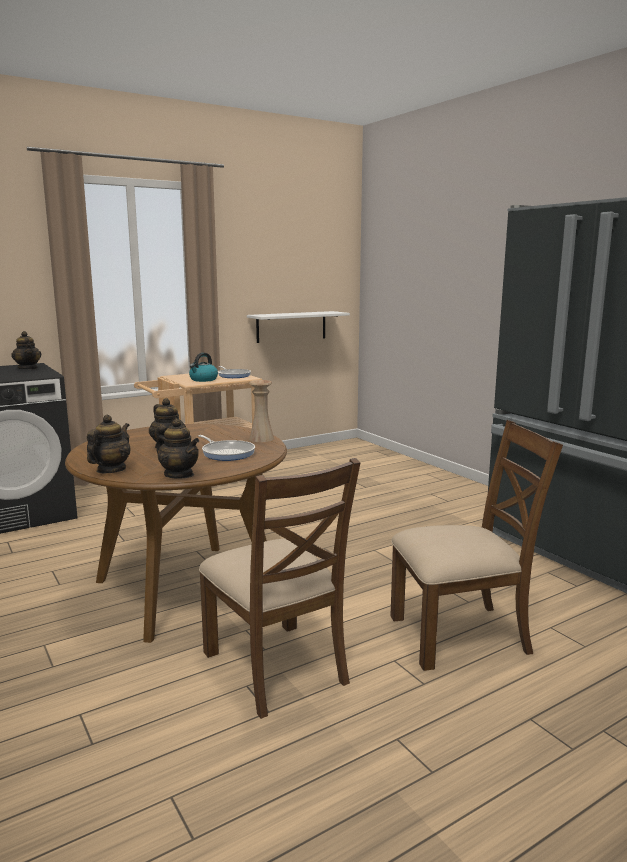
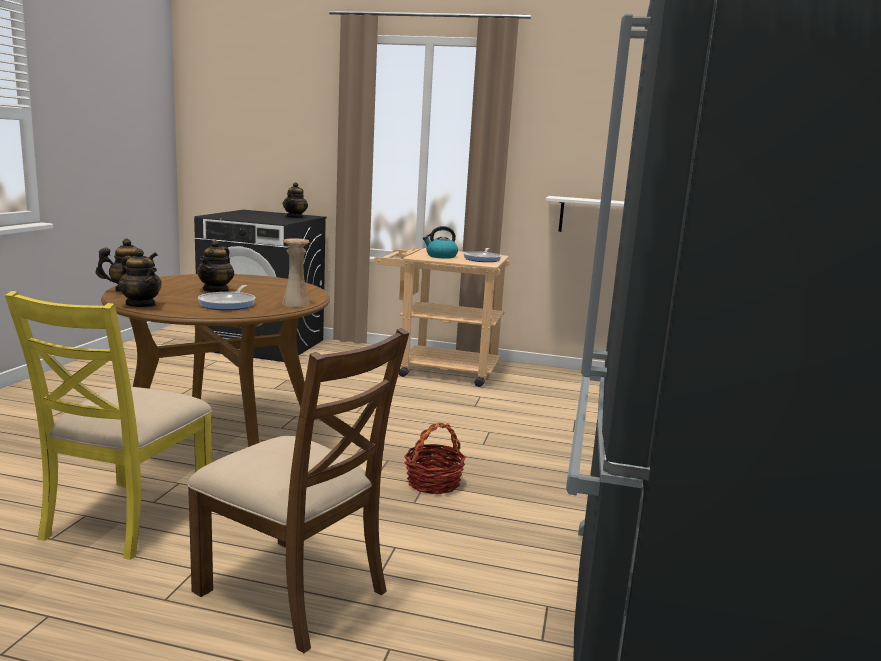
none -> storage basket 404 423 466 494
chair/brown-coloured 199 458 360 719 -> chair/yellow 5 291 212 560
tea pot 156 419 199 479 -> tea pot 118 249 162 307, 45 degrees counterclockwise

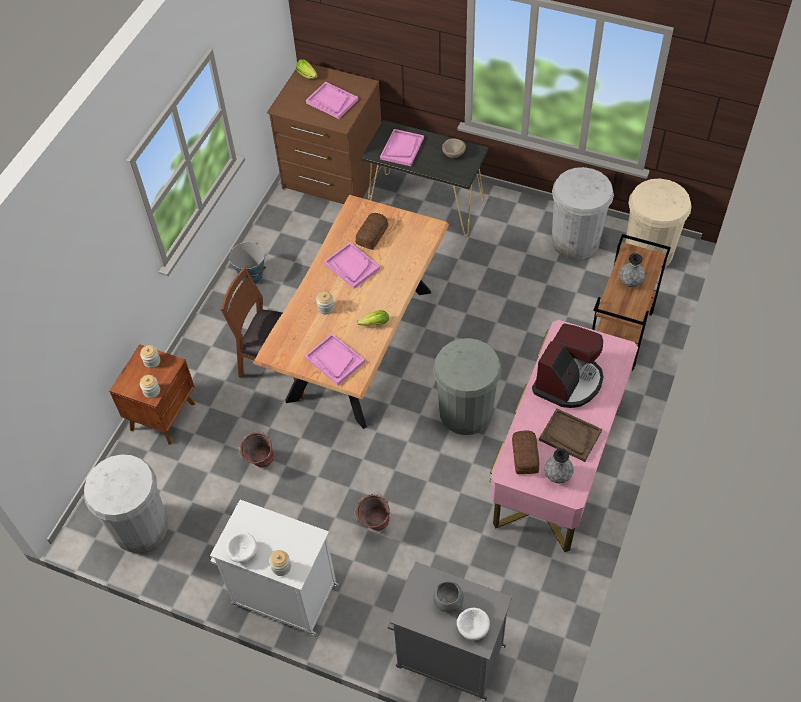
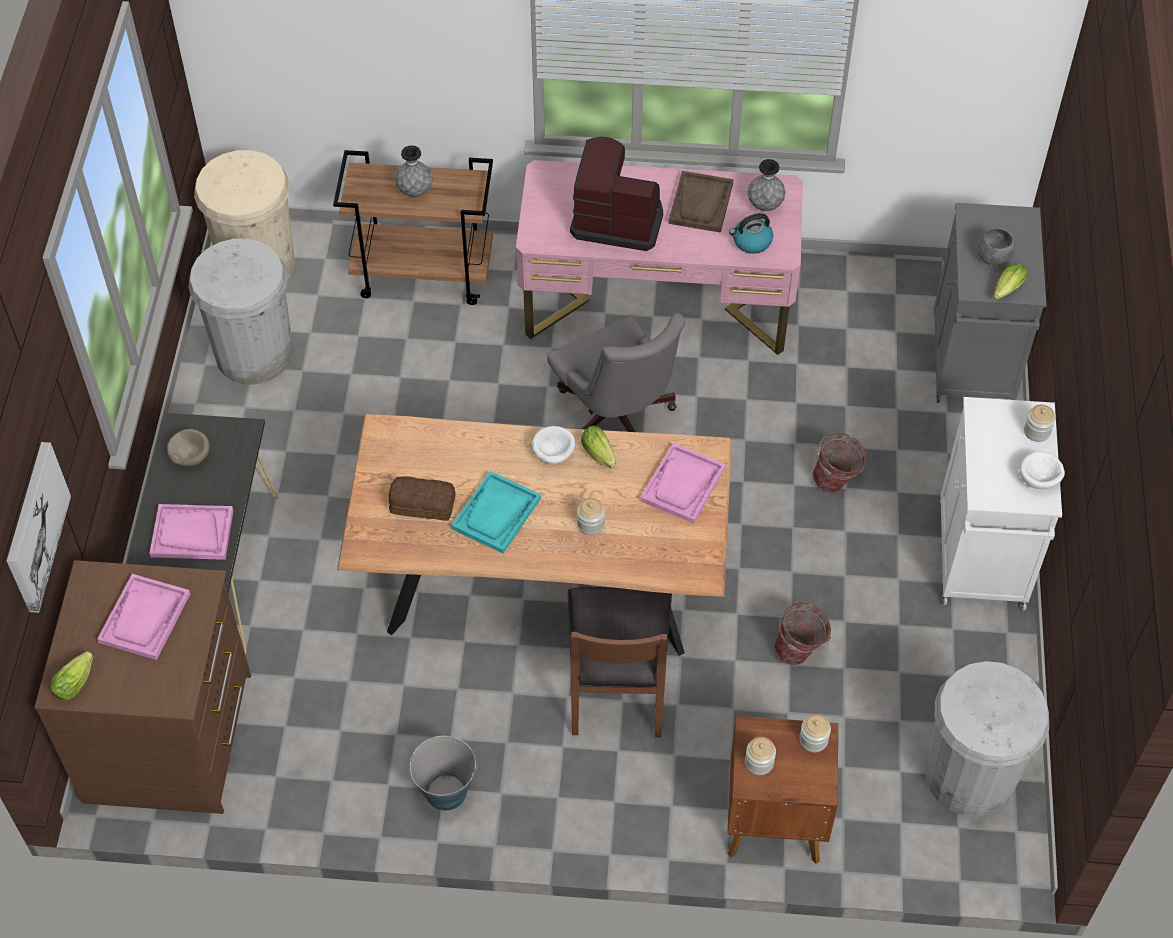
none -> wall art 7 442 71 613
none -> lettuce 993 263 1027 300
bowl/white 457 608 490 640 -> bowl/white 532 426 575 464, shifted
trash can/gray 433 338 502 435 -> desk chair/gray 547 313 685 432
bread 512 430 539 474 -> kettle 729 213 773 254
tray/pinkish 324 242 380 289 -> tray/turquoise 451 471 541 553

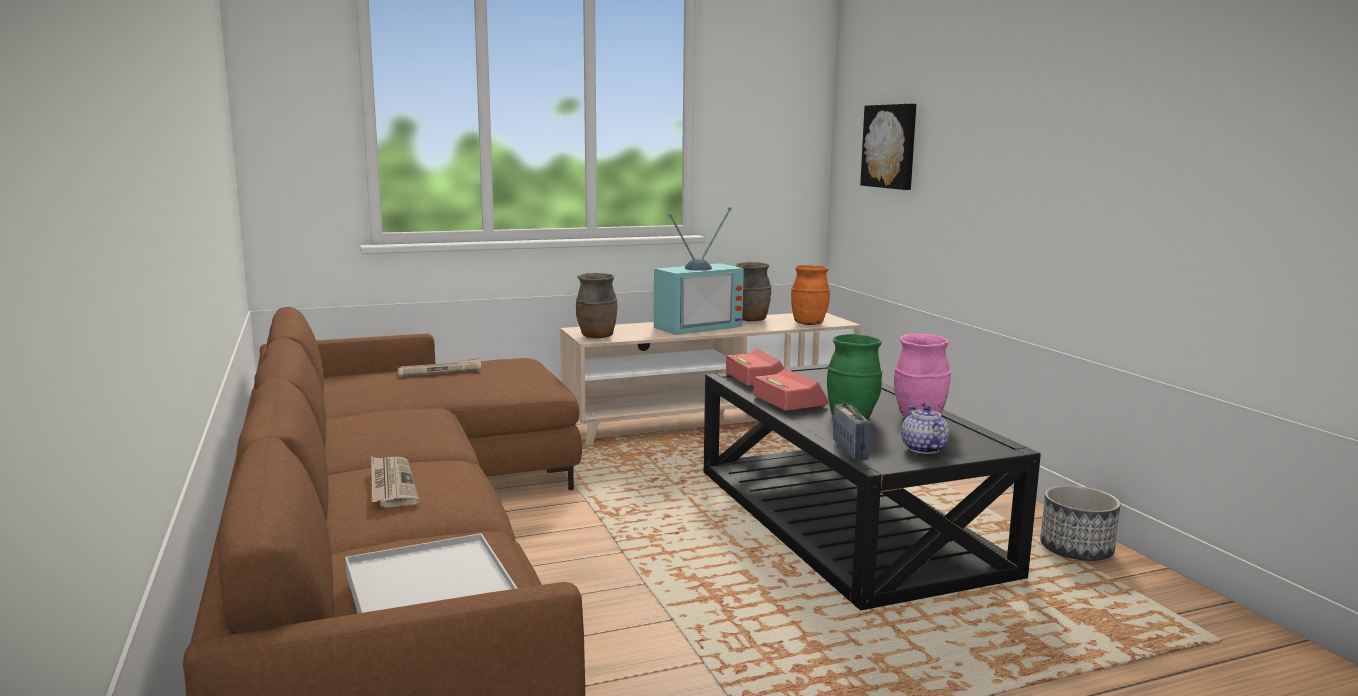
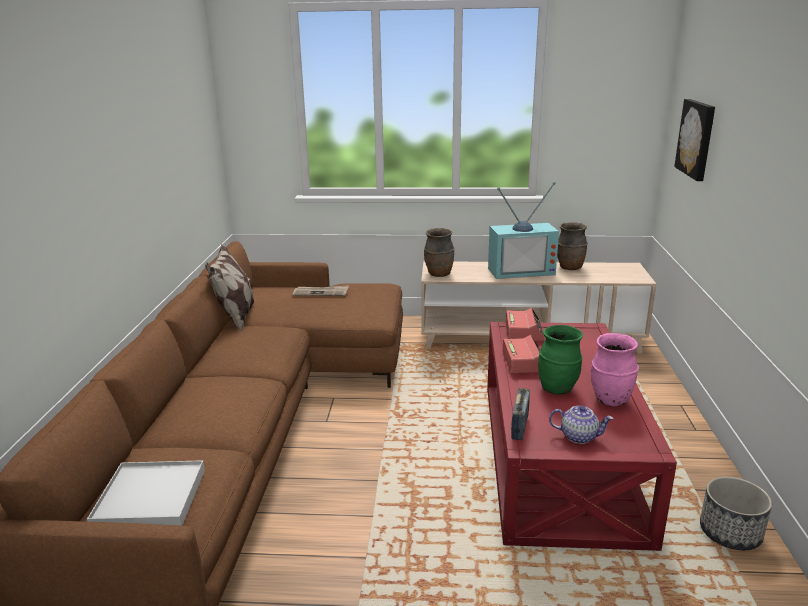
newspaper 371 456 419 507 -> none
flower vase/orangey 791 265 830 325 -> none
none -> cushion 205 244 254 332
low table/black 704 364 1041 610 -> low table/reddish 487 322 677 551
tea pot 901 405 949 454 -> tea pot 549 406 613 444, 90 degrees clockwise

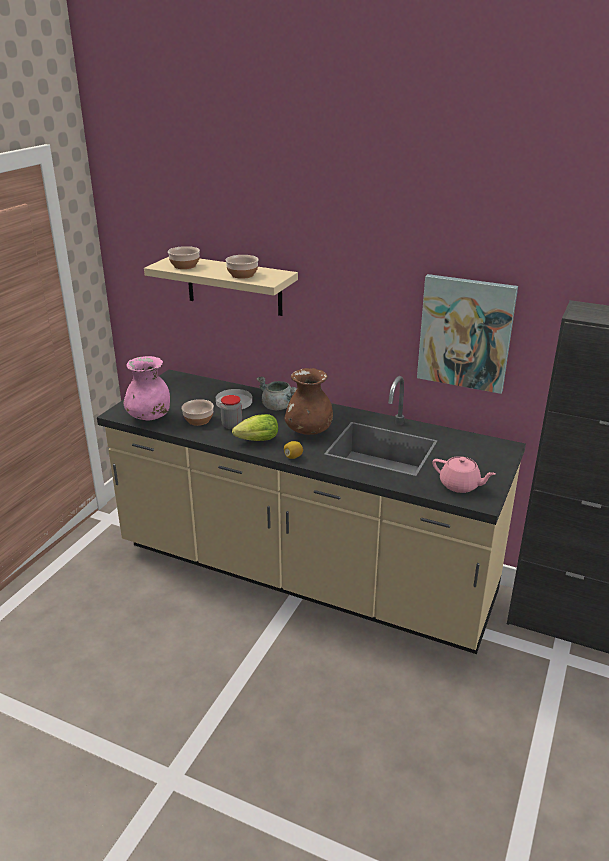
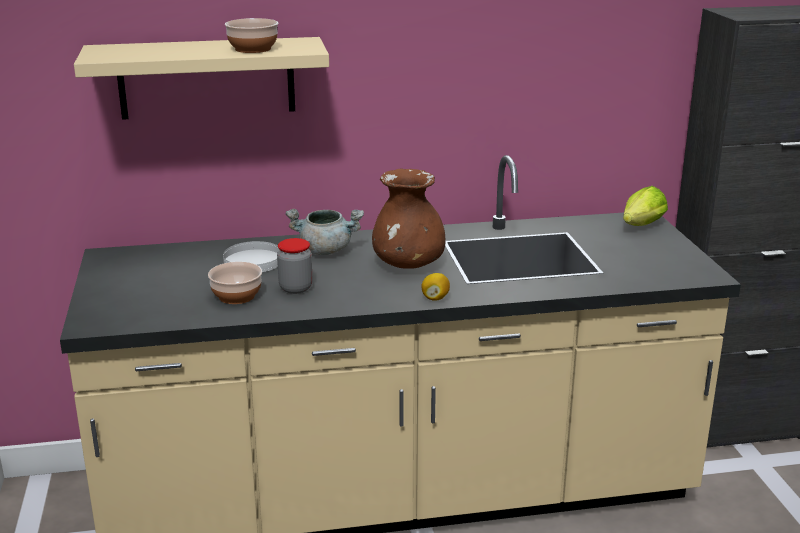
flower vase/pinkish 123 356 170 420 -> none
bowl 168 246 200 269 -> none
wall art 417 274 518 394 -> none
tea pot/pinkish 432 456 496 493 -> none
lettuce 232 414 278 441 -> lettuce 623 186 668 226, shifted

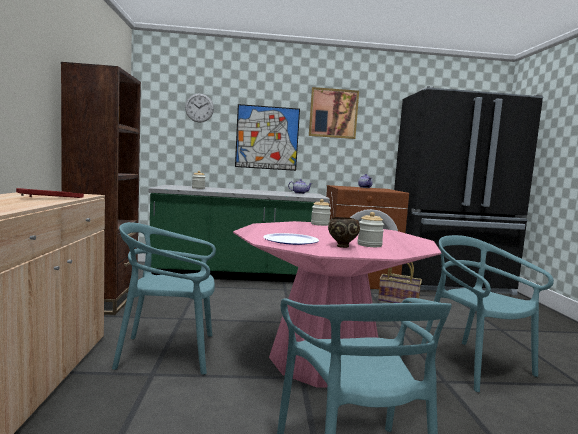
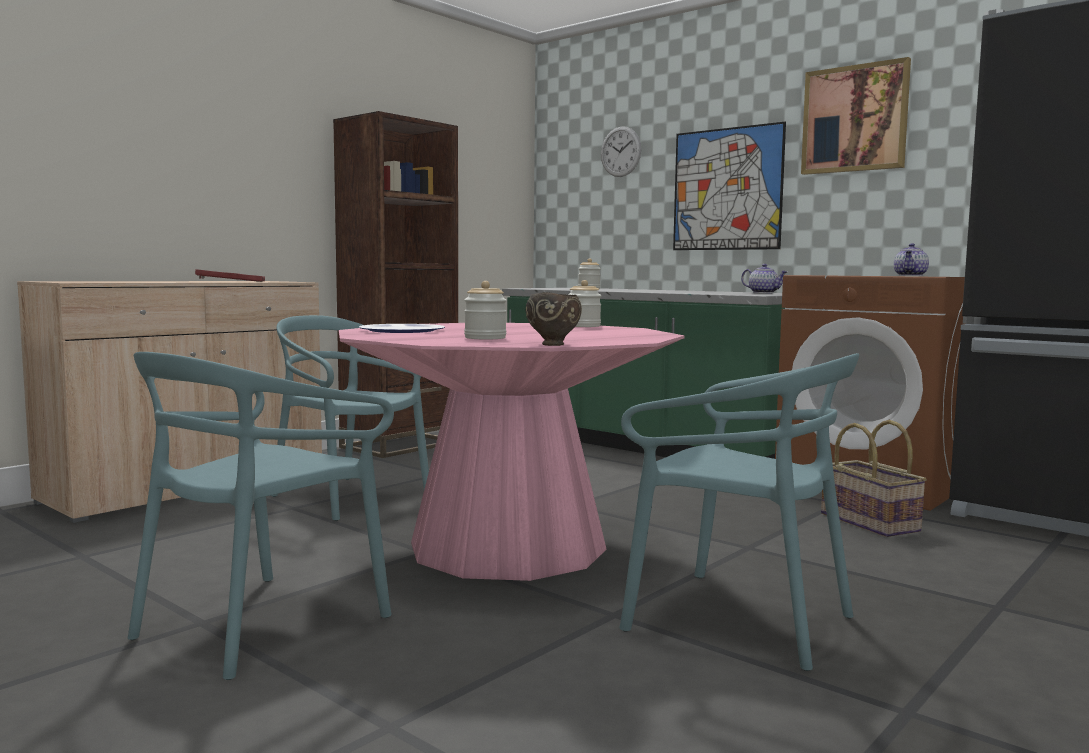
bowl/brown-coloured 328 217 360 248 -> bowl/brown-coloured 526 292 582 346, shifted
chair/turquoise 421 235 554 392 -> chair/turquoise 619 353 859 671, 105 degrees clockwise

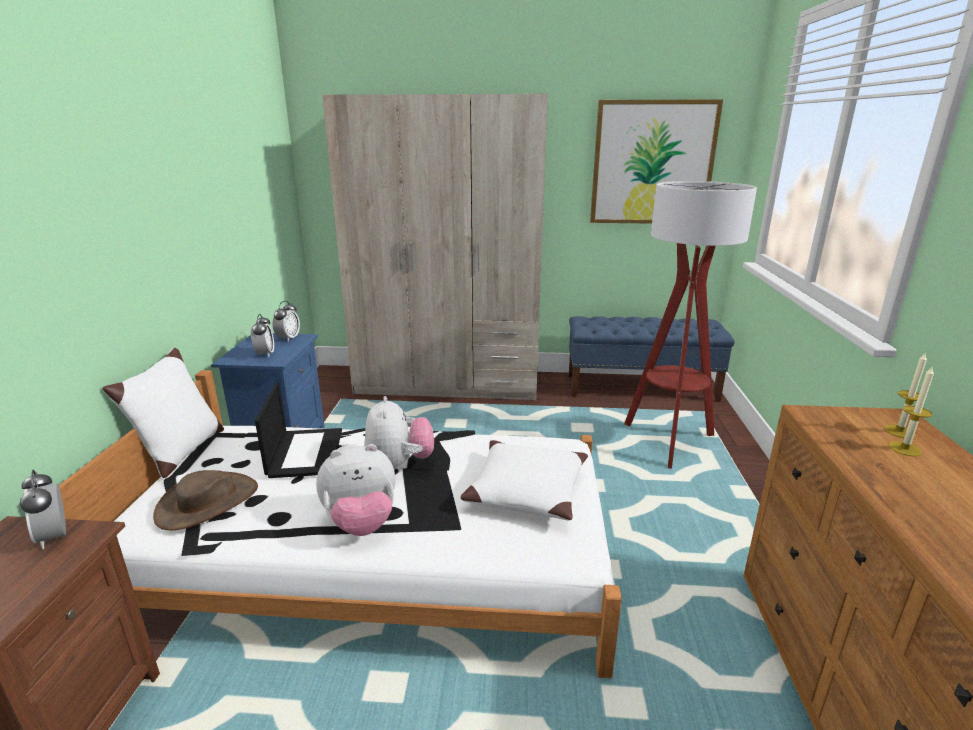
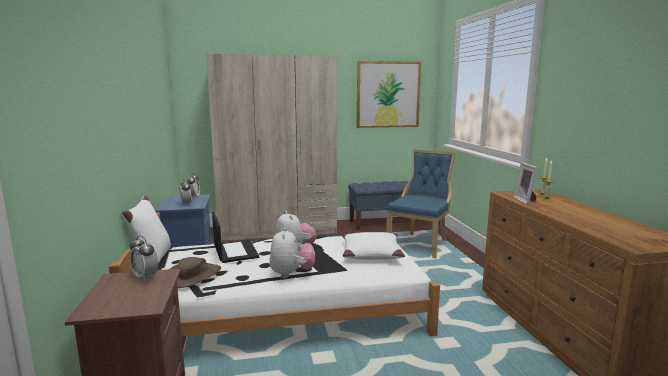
none -> standing frame 512 162 538 205
floor lamp 624 181 757 469 -> chair/blue 386 150 455 259
cuddly toy 316 444 395 536 -> cuddly toy 269 227 315 278, 60 degrees counterclockwise

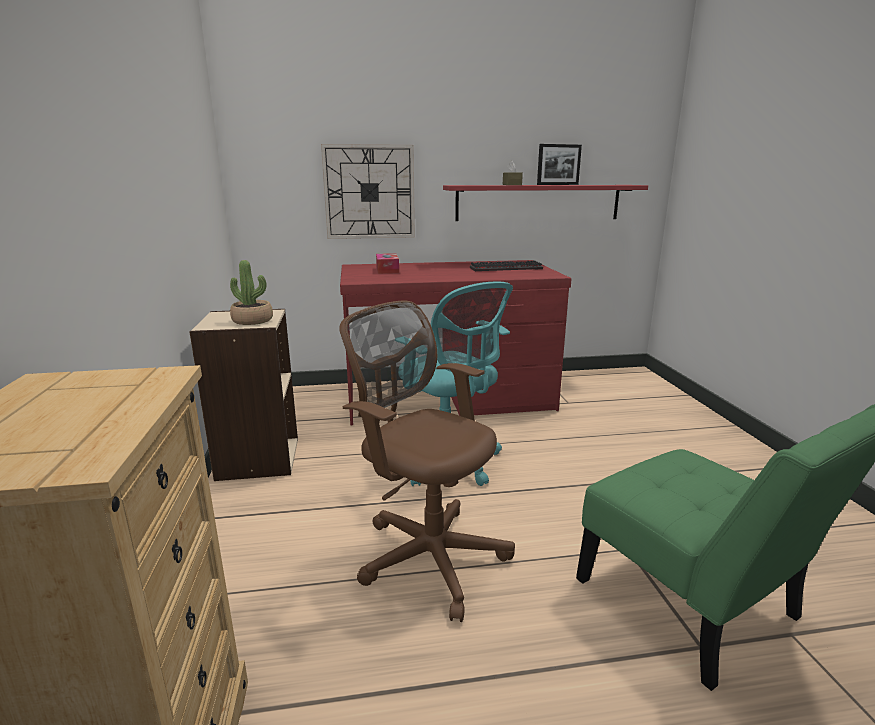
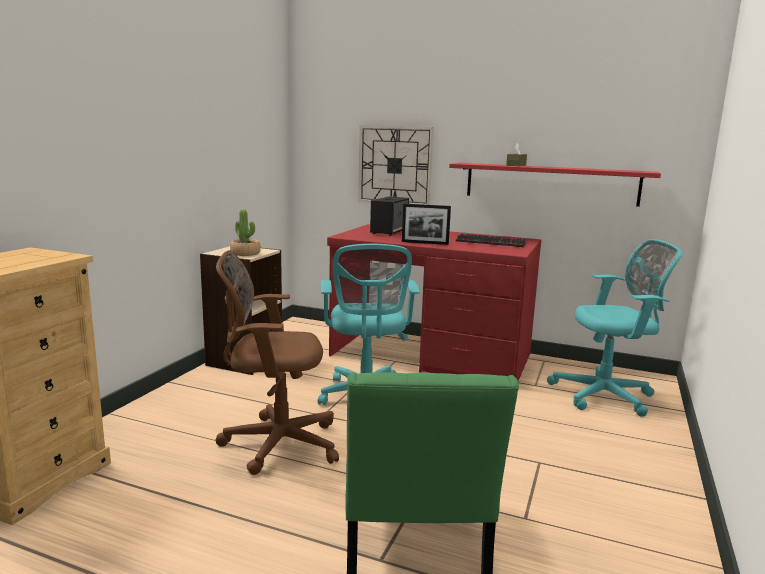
none -> desk chair/turquoise 547 239 683 417
standing frame 537 144 582 185 -> standing frame 402 204 451 245, shifted
tissue box 376 253 399 274 -> speaker 370 196 409 236
desk chair/brown-coloured 339 301 515 622 -> desk chair/brown-coloured 216 250 339 475, 75 degrees counterclockwise

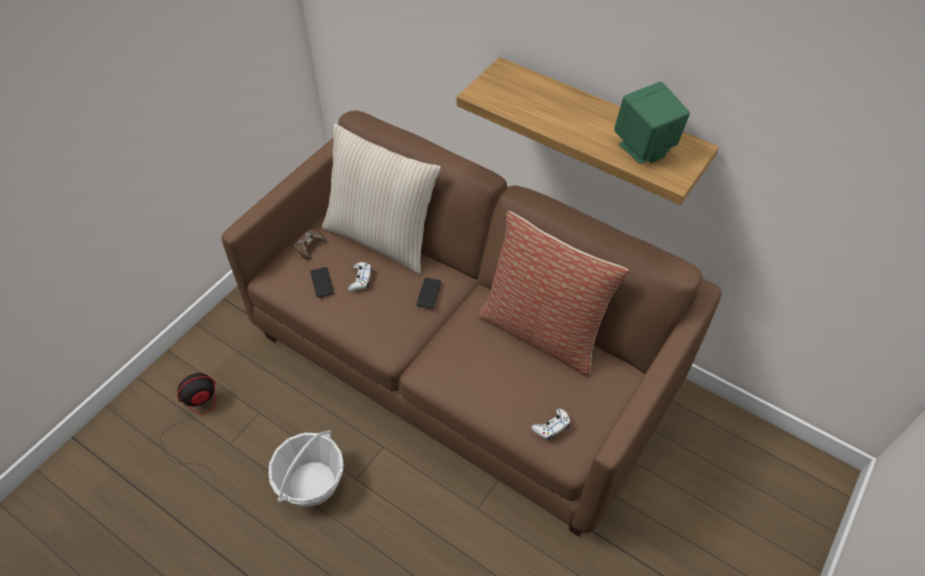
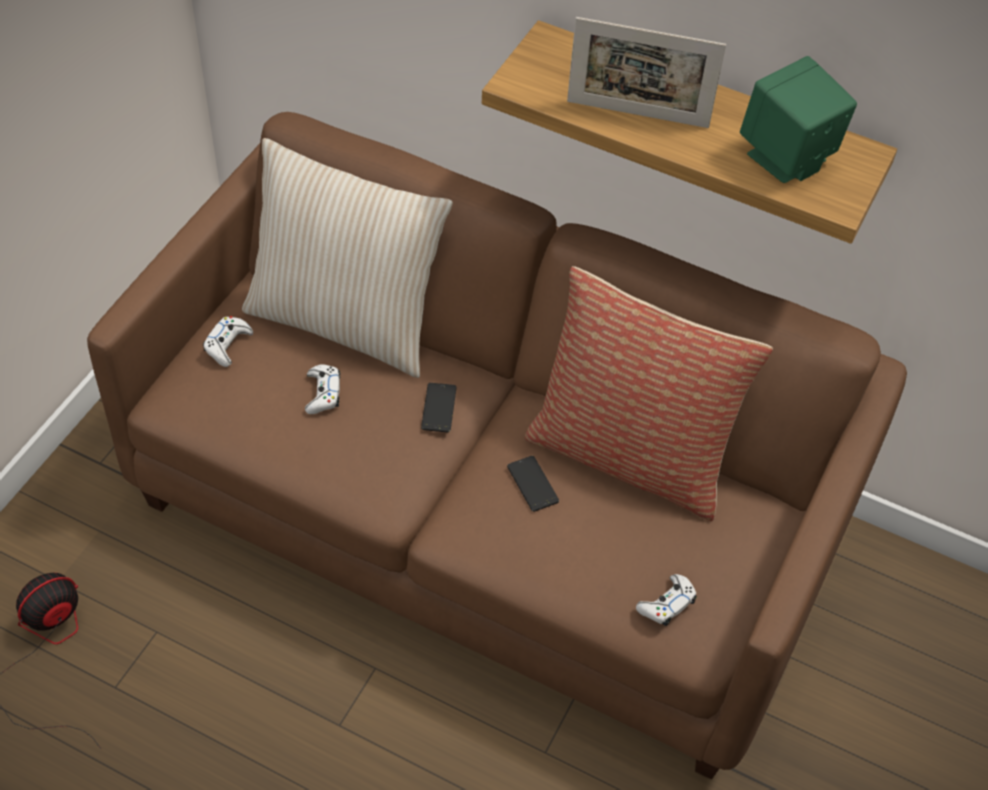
storage basket 268 430 344 506 -> none
none -> standing frame 567 17 726 128
handset 310 267 334 298 -> handset 507 456 559 512, shifted
gamepad/brown-coloured 294 230 326 260 -> gamepad/white 203 316 253 367

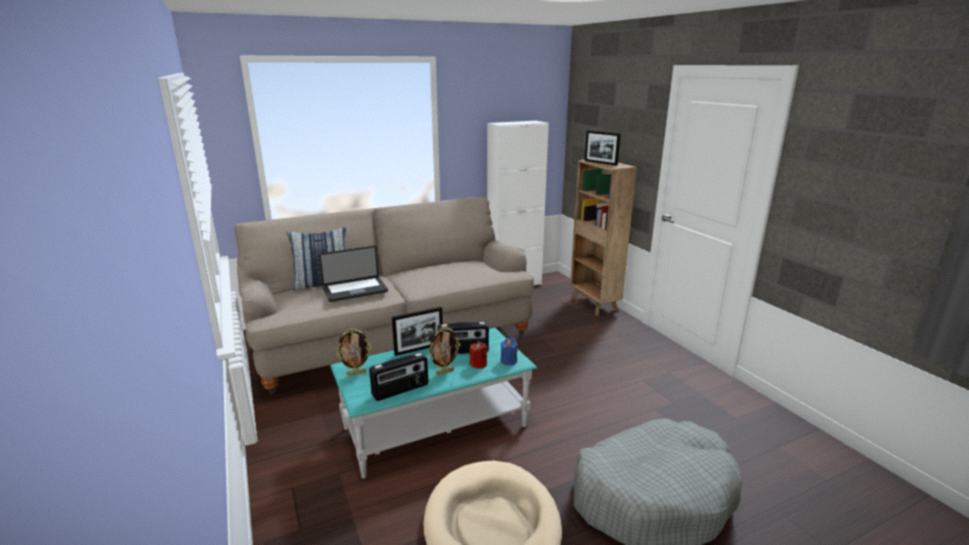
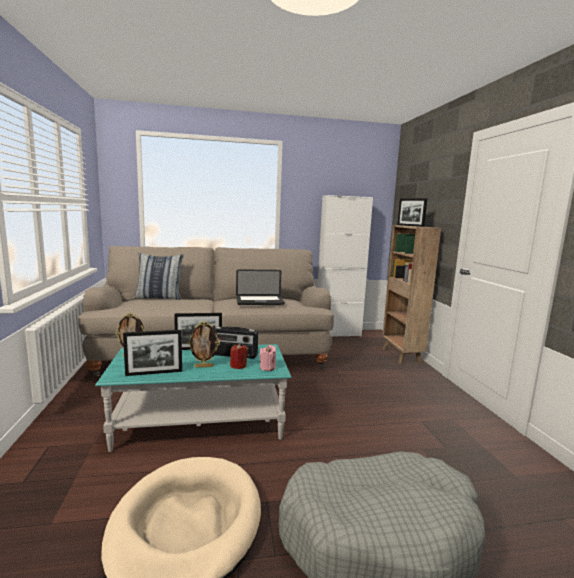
portable computer 318 246 388 302 -> portable computer 236 269 285 305, shifted
radio receiver 369 352 428 401 -> standing frame 123 330 182 376
candle/blue 500 338 518 365 -> candle/pinkish 259 345 276 371

